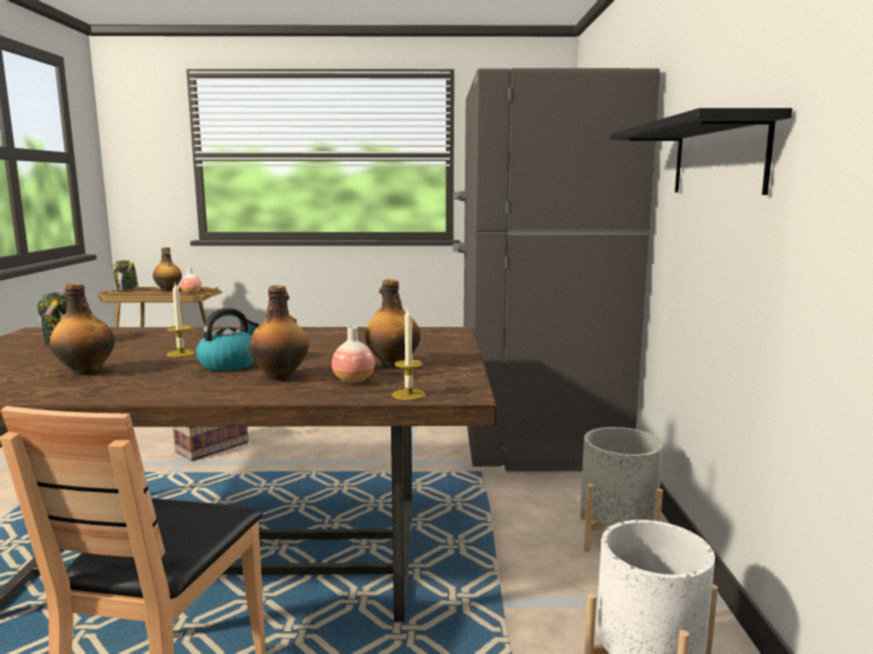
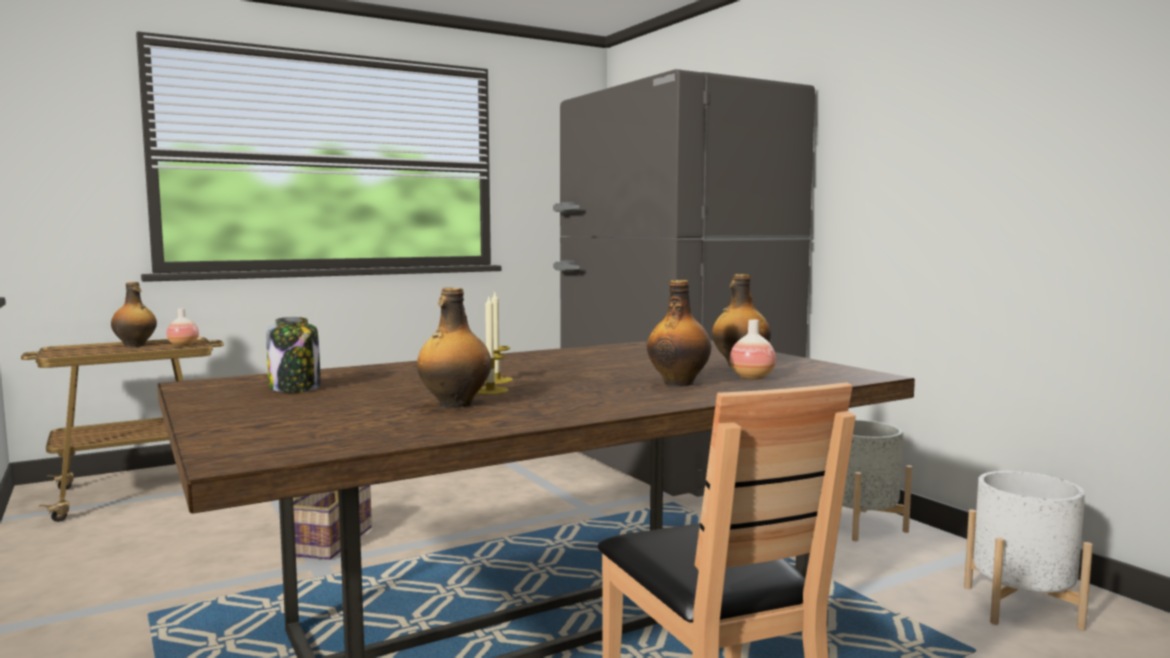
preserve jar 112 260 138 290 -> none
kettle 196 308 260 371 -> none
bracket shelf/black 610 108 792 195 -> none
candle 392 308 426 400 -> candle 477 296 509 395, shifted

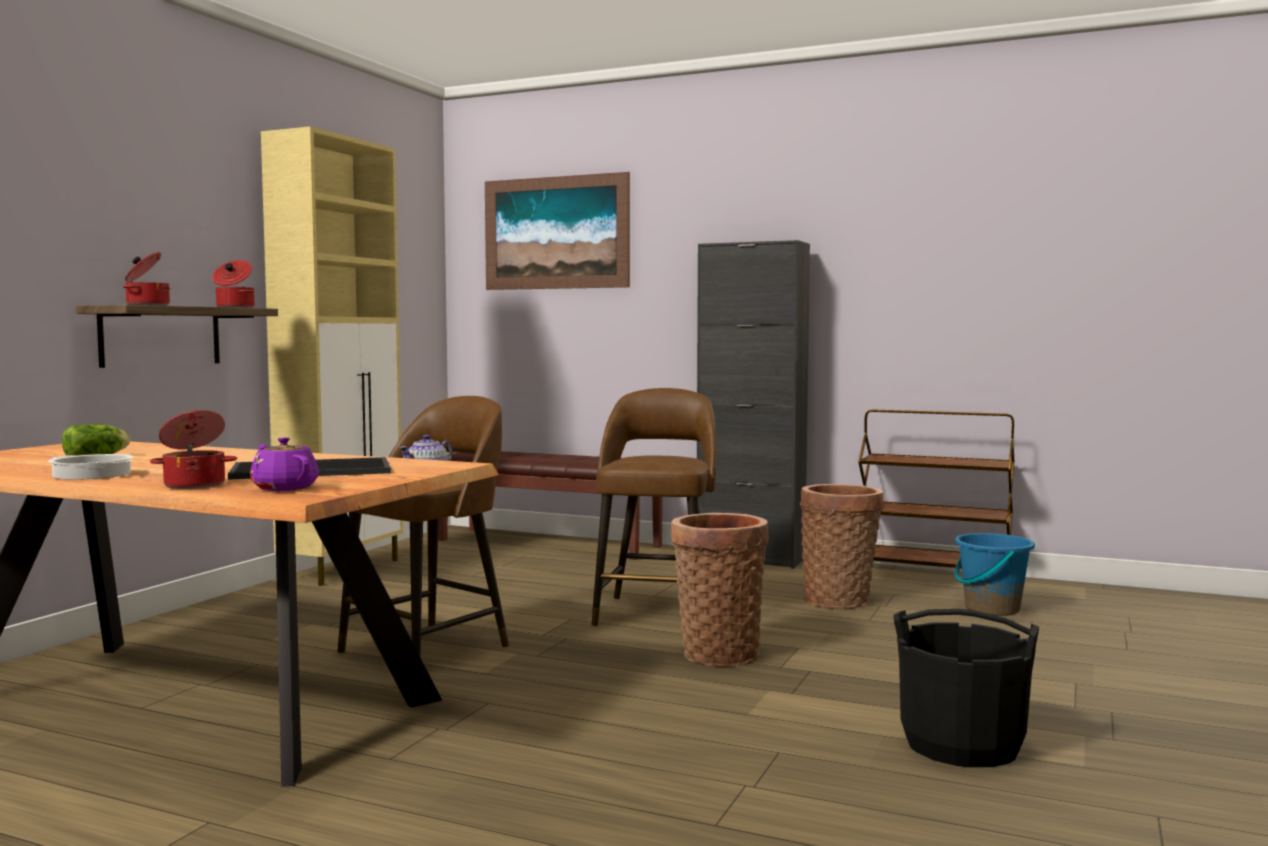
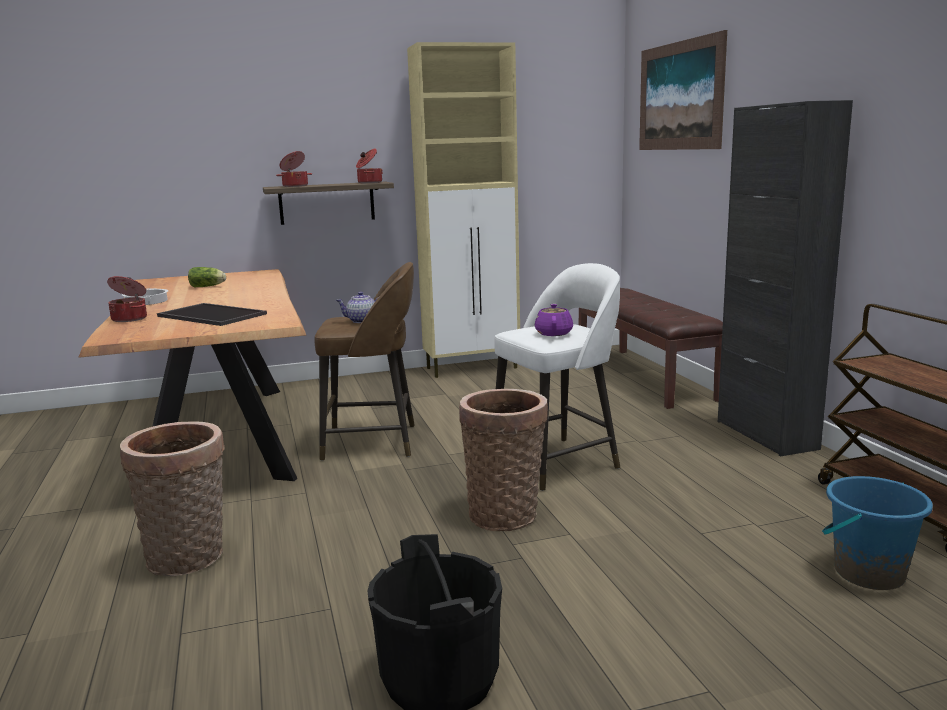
tea pot/purple 250 437 319 491 -> tea pot/purple 535 304 573 336, shifted
storage basket 800 484 884 609 -> storage basket 120 422 224 576, shifted
stool/brown-coloured 592 388 716 627 -> stool/white 494 263 620 491

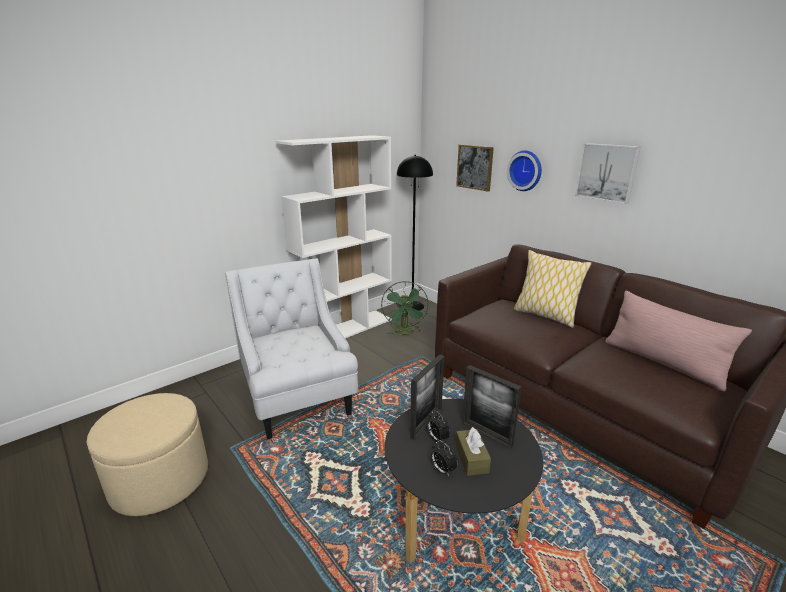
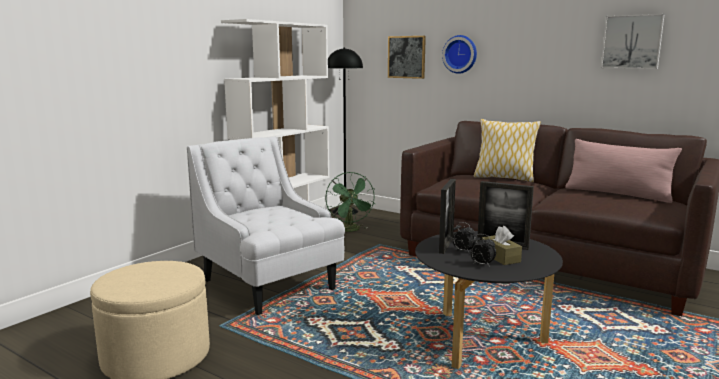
wall art 575 143 641 204 -> wall art 601 14 665 69, shifted

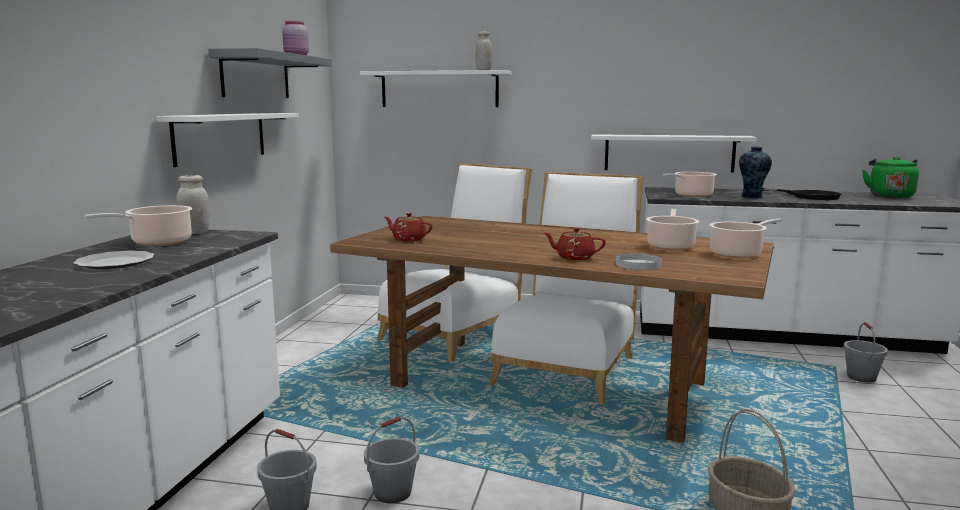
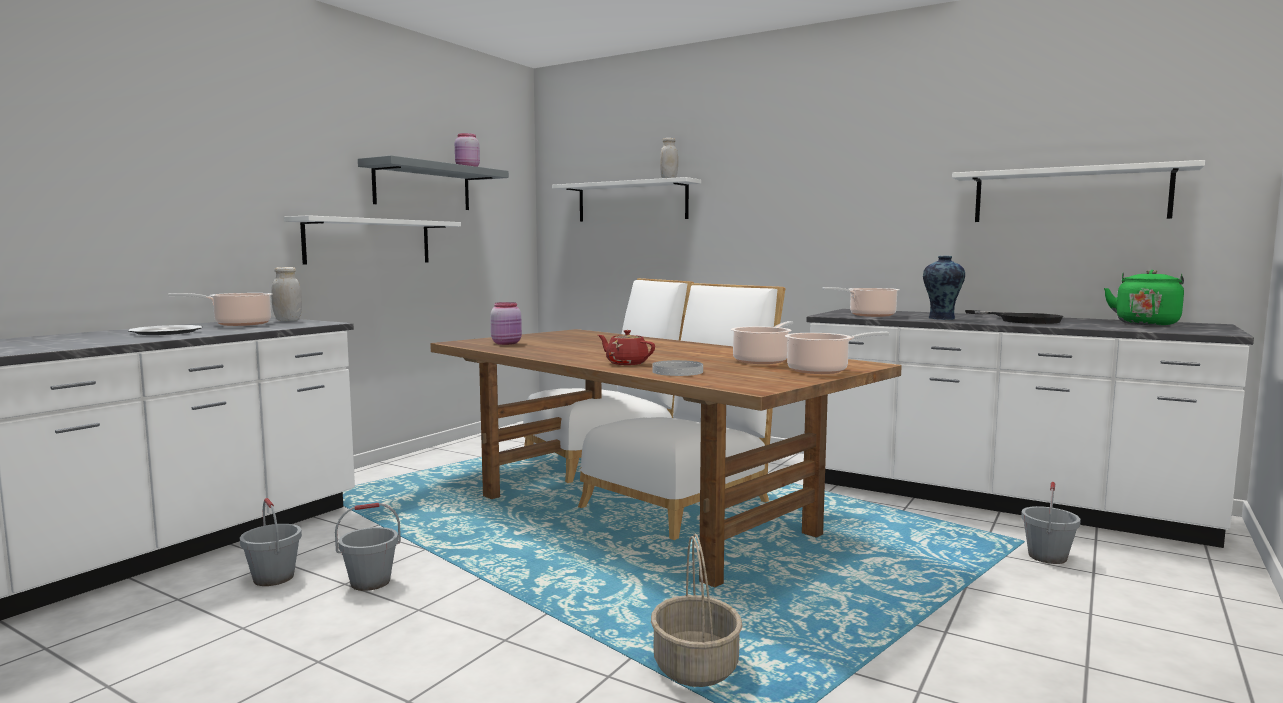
bracket shelf/white 591 134 757 173 -> bracket shelf/white 952 160 1205 222, shifted
tea pot/reddish 384 213 432 241 -> preserve jar/pinkish 490 302 522 345

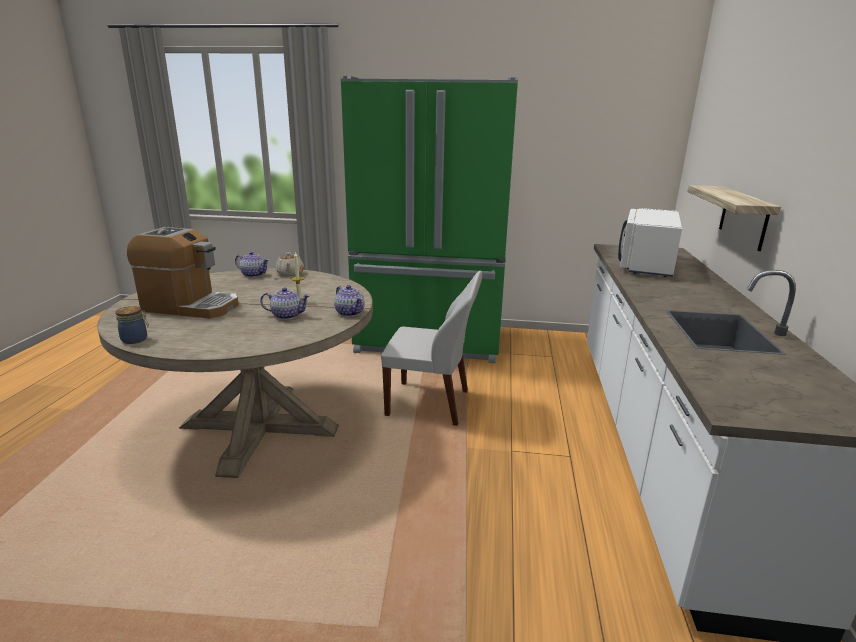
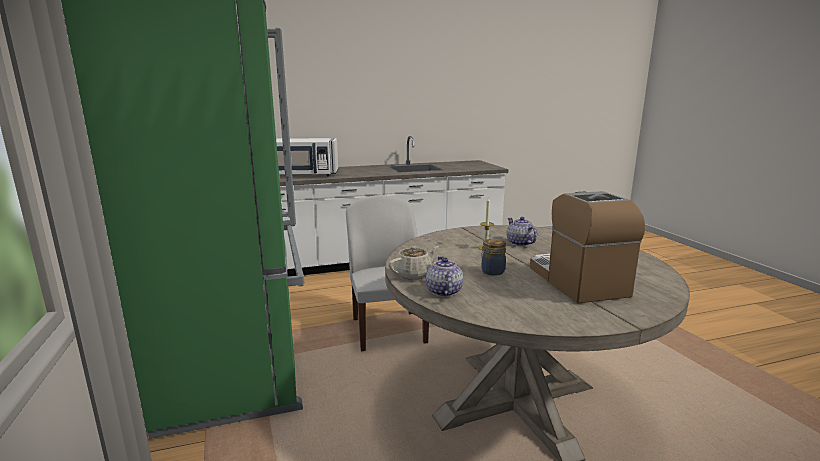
tea pot 334 285 365 317 -> none
bracket shelf 687 185 781 251 -> none
preserve jar 115 306 149 344 -> preserve jar 481 239 506 276, shifted

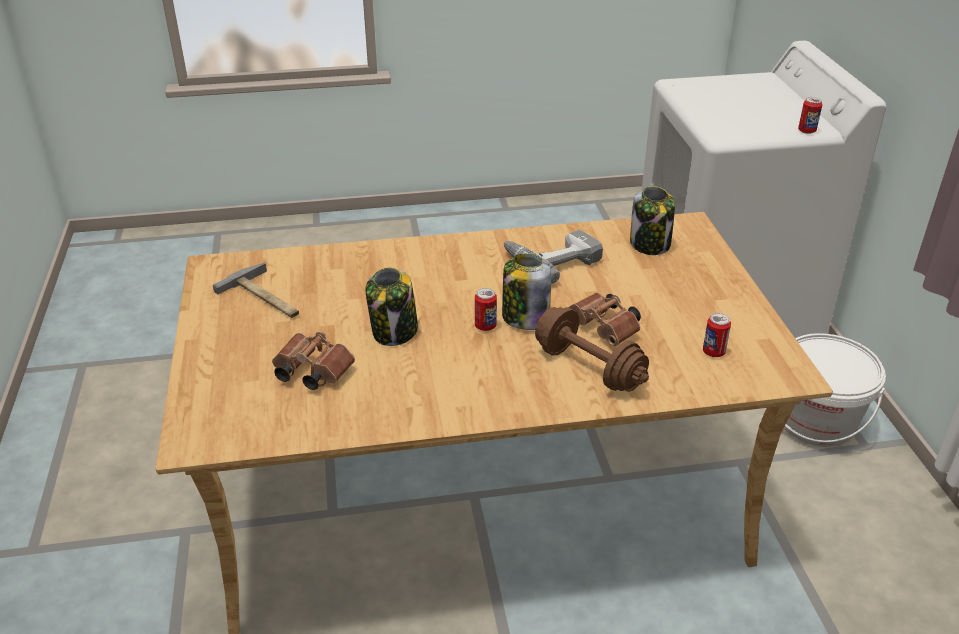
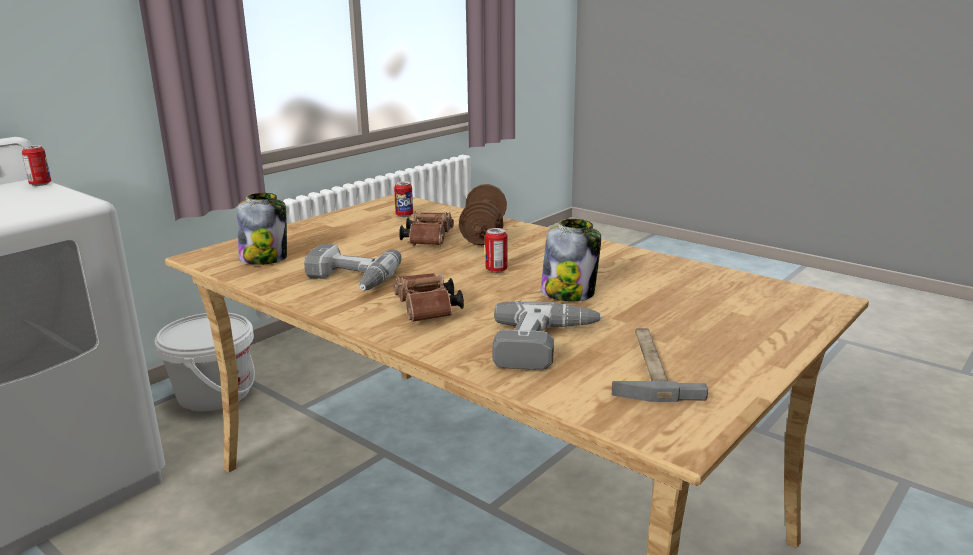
preserve jar 502 254 551 330 -> none
none -> power drill 492 301 603 370
field glasses/brown-coloured 272 332 355 390 -> field glasses/brown-coloured 393 273 464 322, shifted

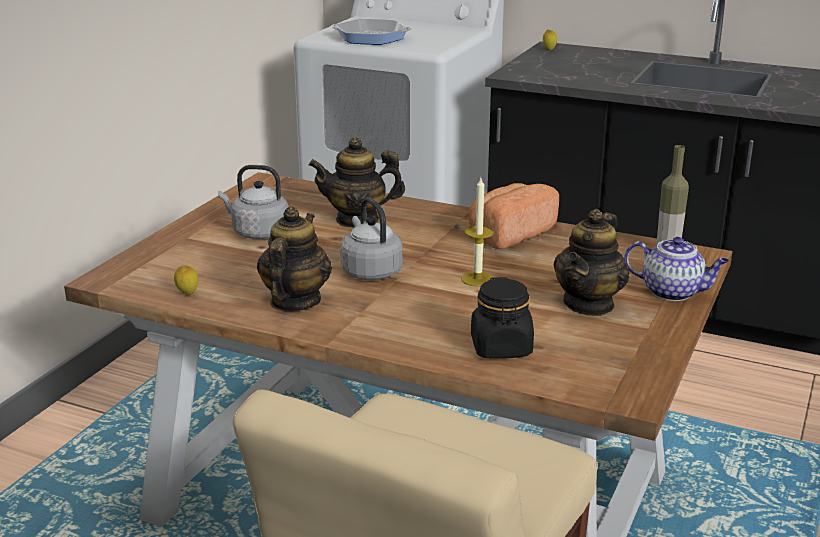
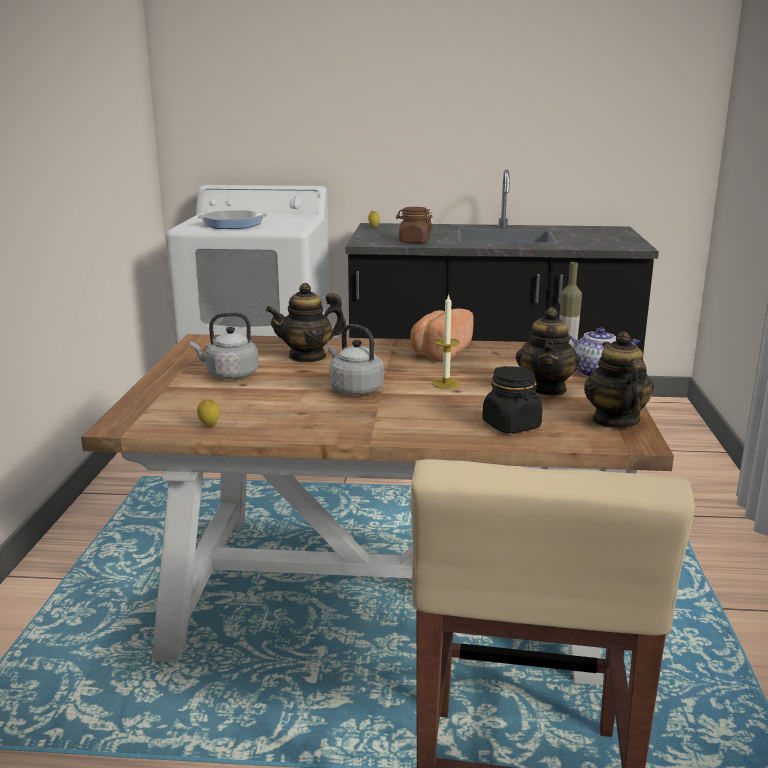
none -> preserve jar/brown-coloured 396 207 433 244
tea pot 257 206 332 311 -> tea pot 584 332 654 428, shifted

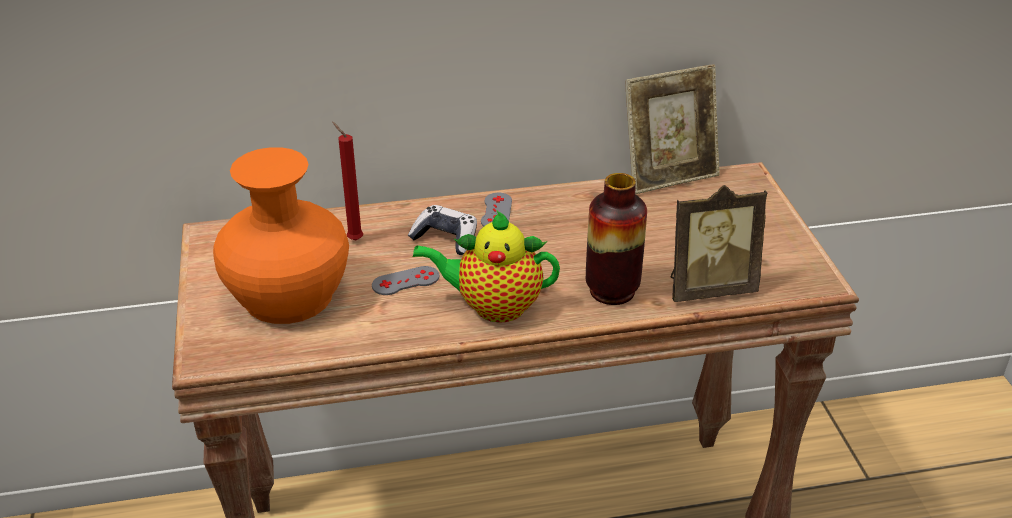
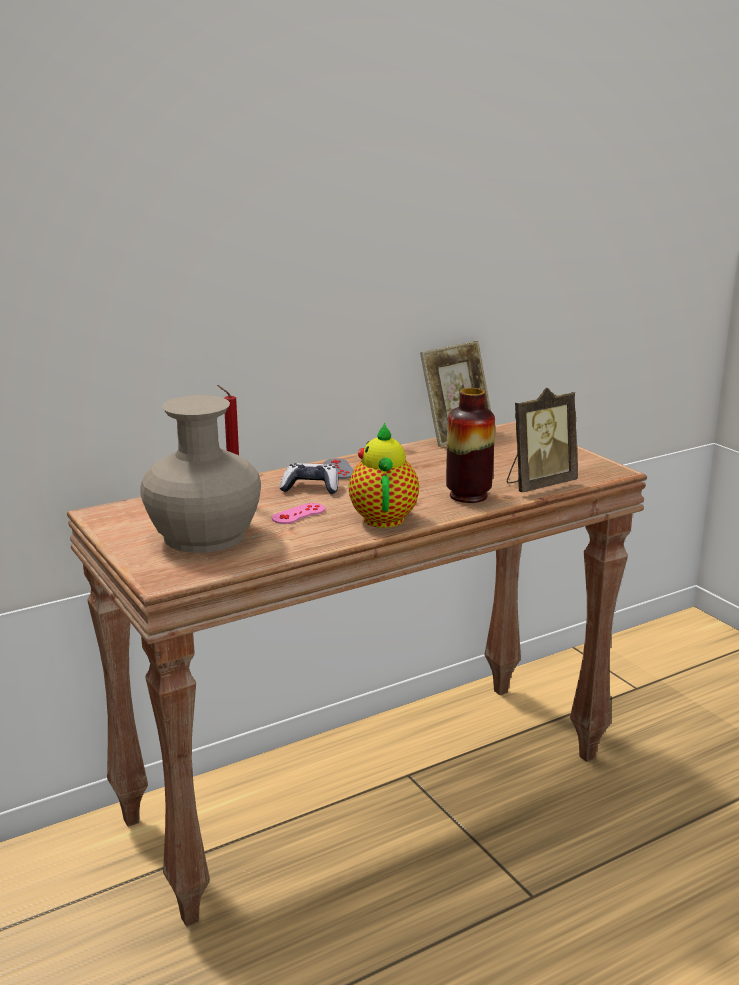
flower vase/orangey 213 147 349 324 -> flower vase/beige 140 395 261 553
gamepad/gray 372 266 439 295 -> gamepad/pinkish 272 503 325 524
tea pot 413 211 560 323 -> tea pot 349 423 419 528, 105 degrees clockwise

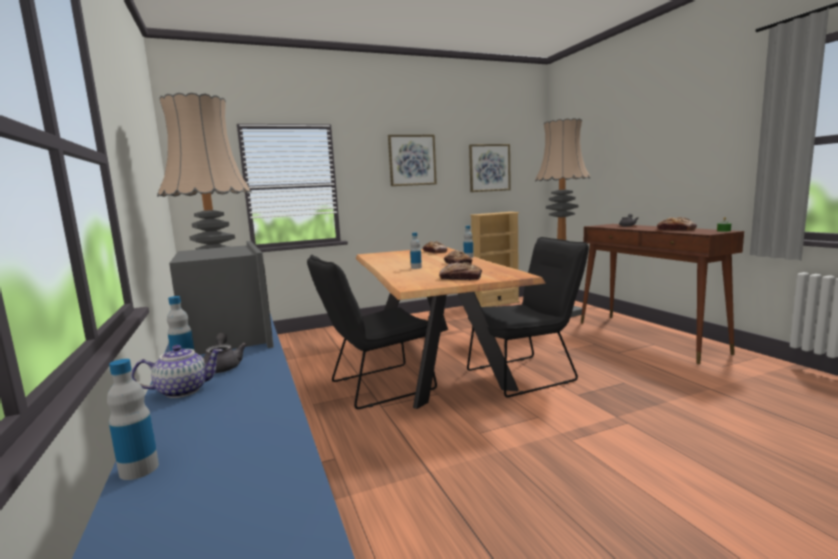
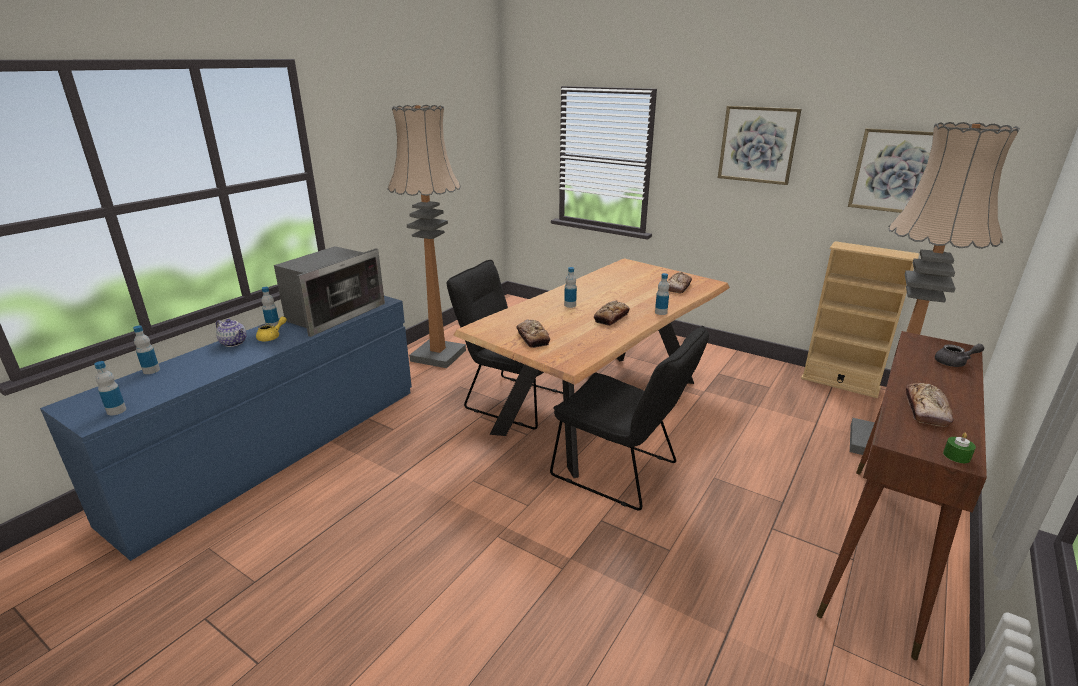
none -> beverage bottle 94 361 126 415
tea pot/gray 203 333 247 373 -> tea pot/yellow 256 316 287 341

